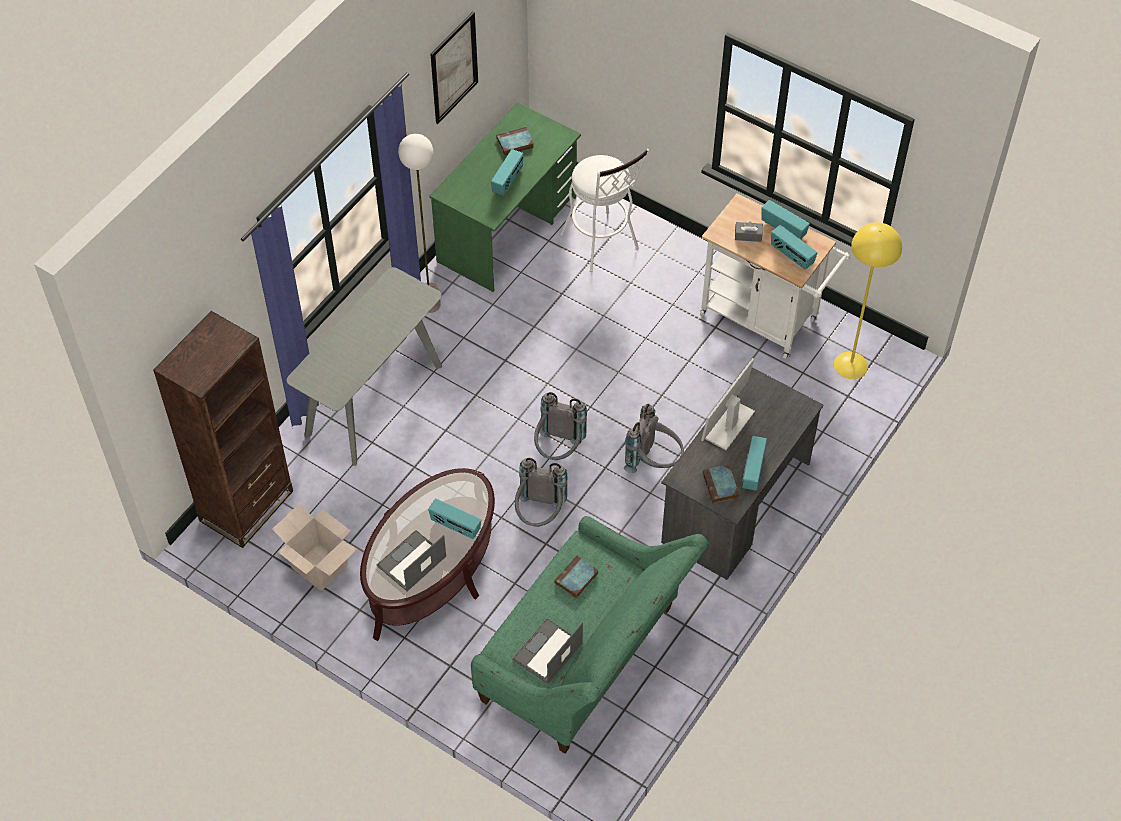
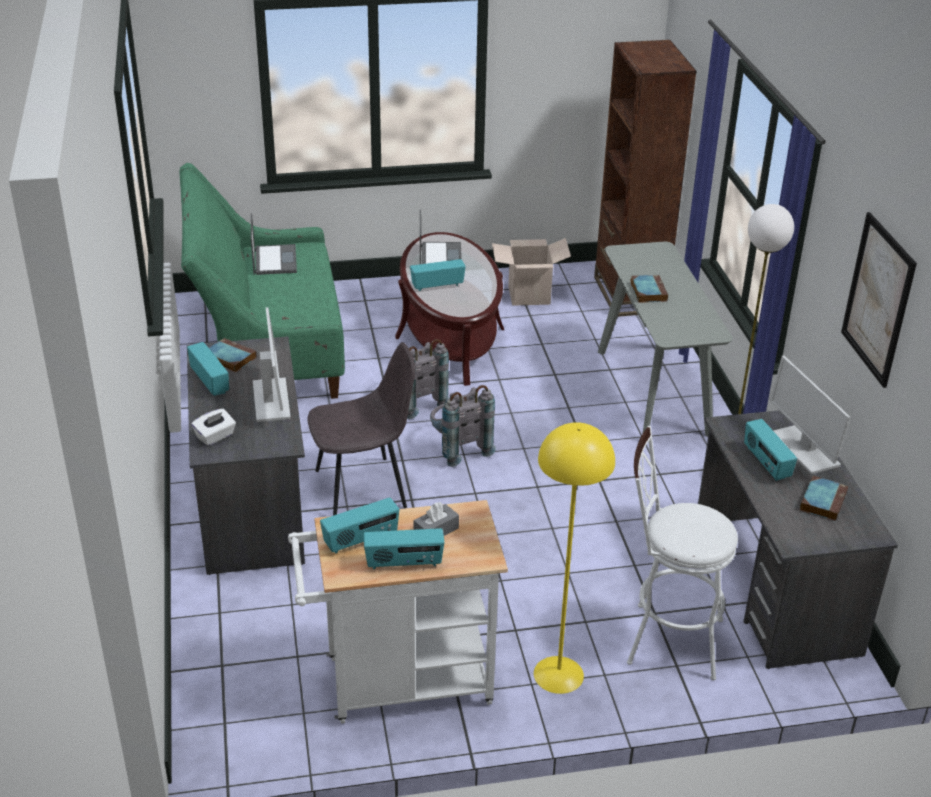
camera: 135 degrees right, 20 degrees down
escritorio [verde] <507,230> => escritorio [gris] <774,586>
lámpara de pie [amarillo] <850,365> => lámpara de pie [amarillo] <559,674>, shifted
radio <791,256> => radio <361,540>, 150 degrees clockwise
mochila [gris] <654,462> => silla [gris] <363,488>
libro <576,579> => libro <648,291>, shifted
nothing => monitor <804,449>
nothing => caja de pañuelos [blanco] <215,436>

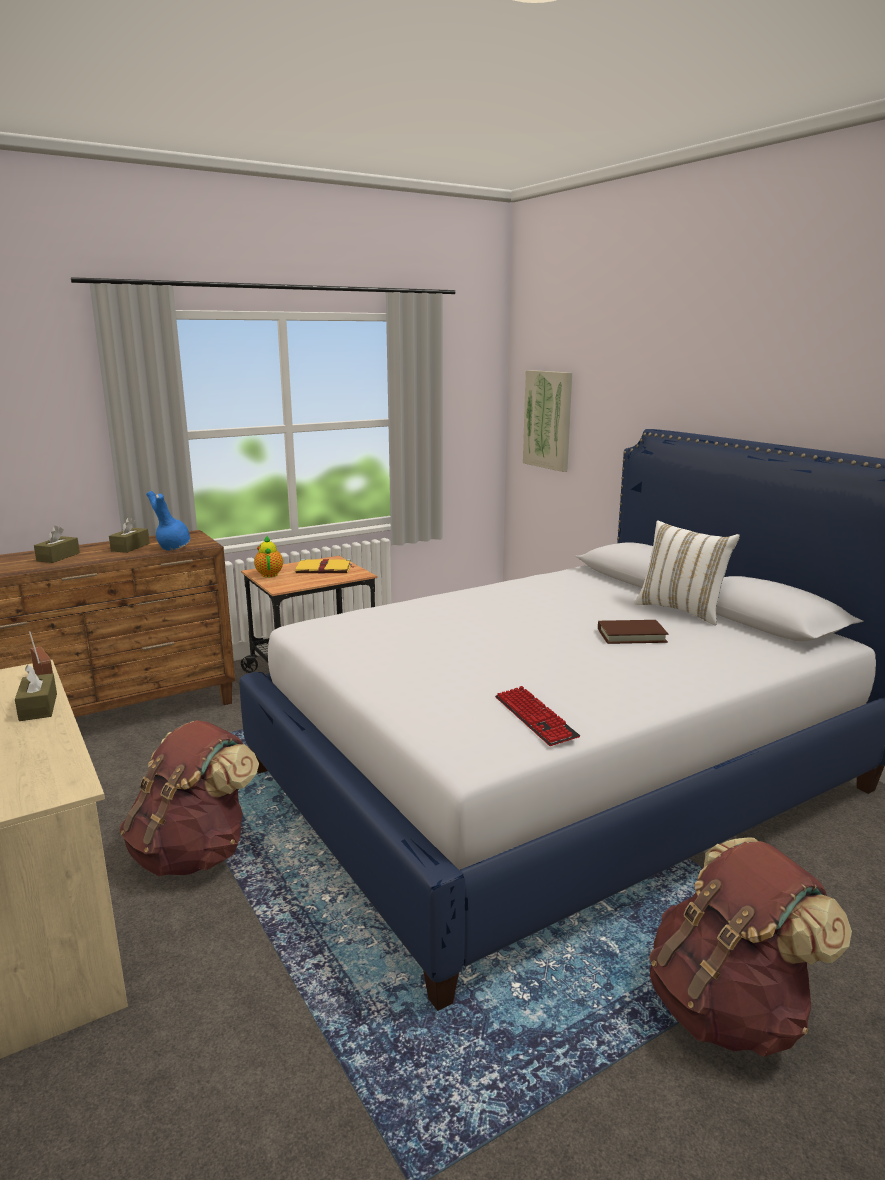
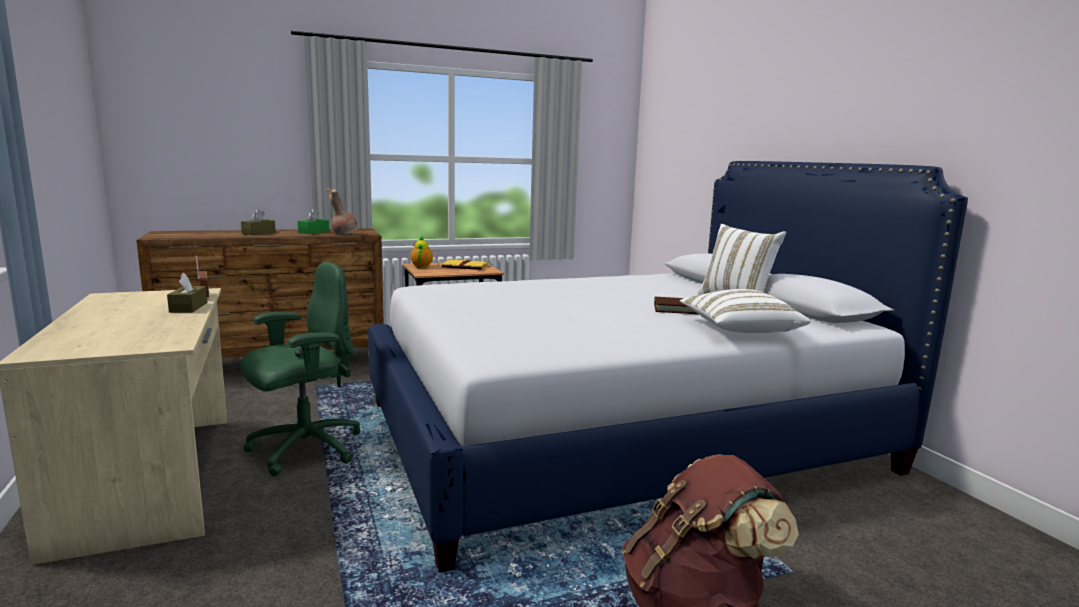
camera: 10 degrees right, 5 degrees down
cuadro <548,420> => nothing
florero [azul] <172,548> => florero [marrón] <343,234>
caja de pañuelos [marrón] <130,547> => caja de pañuelos [verde] <314,232>
teclado <535,717> => nothing
mochila [marrón] <194,853> => silla de oficina [verde] <304,449>
nothing => cojín [blanco] <739,330>

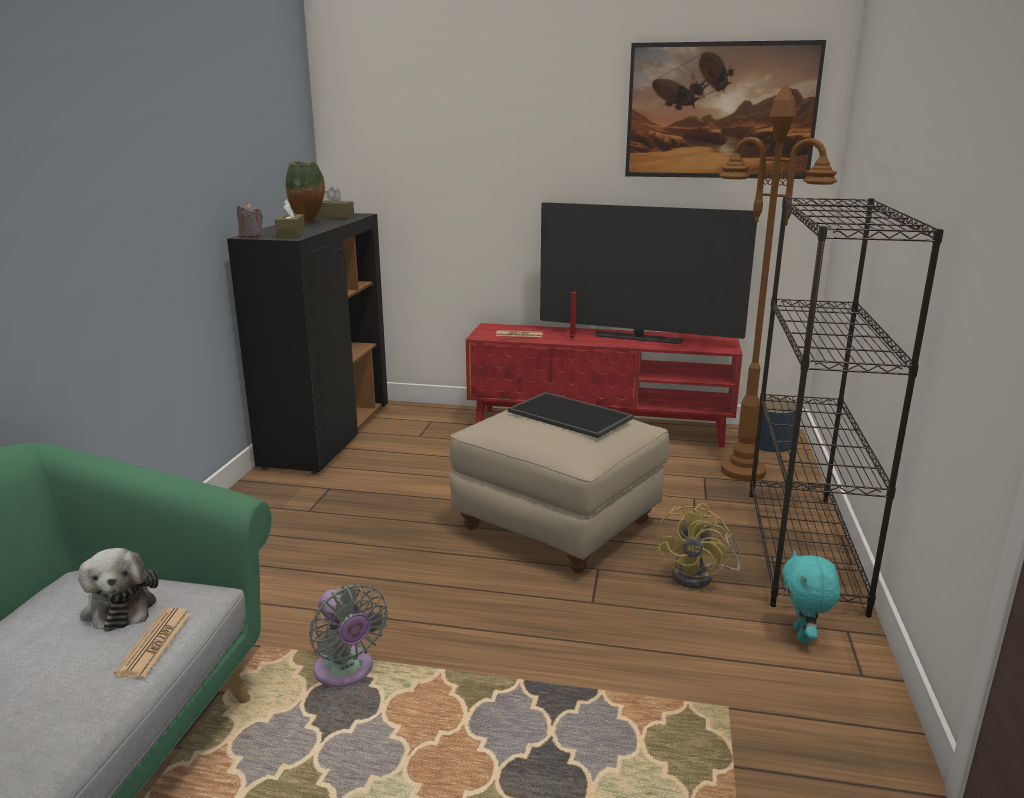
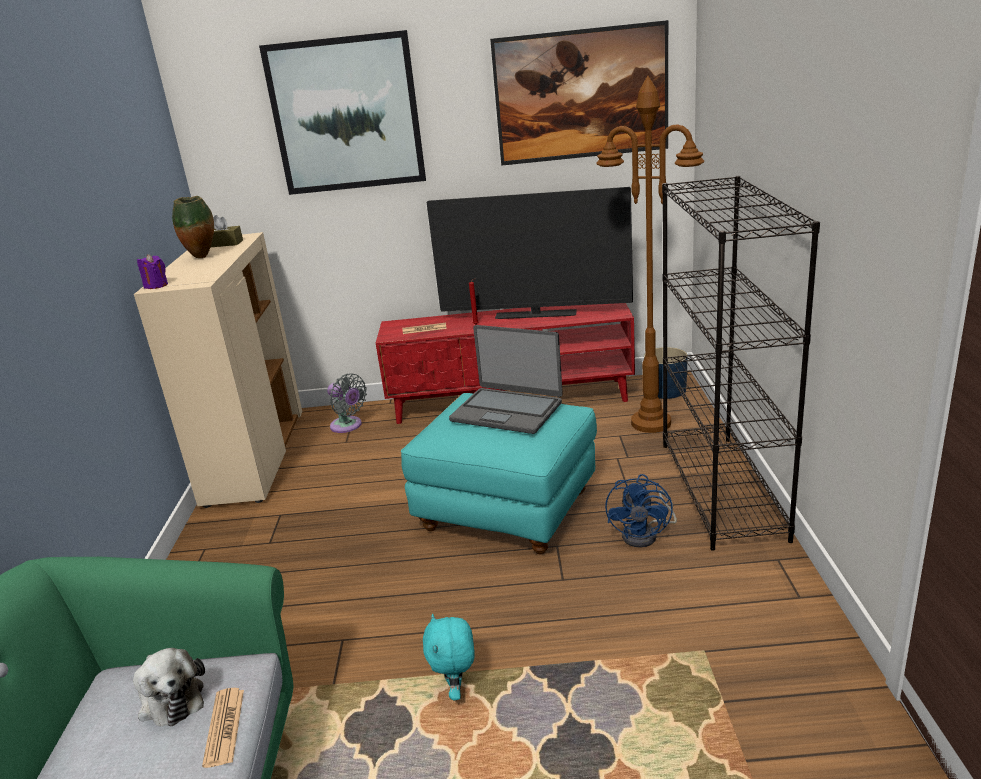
camera: 10 degrees left, 5 degrees up
caja de pañuelos [marrón] <291,234> => nothing
vela [gris] <251,235> => vela [morado] <156,286>
armario [negro] <327,435> => armario [beis] <255,457>
bandeja <571,415> => portátil <507,411>
puf [beis] <558,526> => puf [turquesa] <508,511>
ventilador [amarillo] <700,576> => ventilador [azul] <646,534>
peluche [turquesa] <803,635> => peluche [turquesa] <456,691>, shifted
ventilador [gris] <346,672> => ventilador [gris] <348,426>, shifted
nothing => cuadro <346,114>

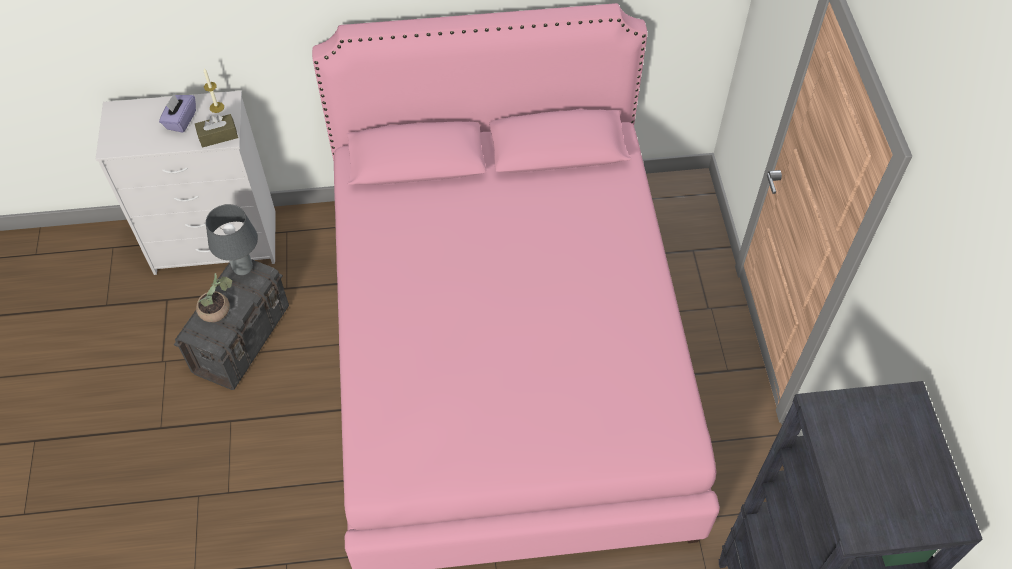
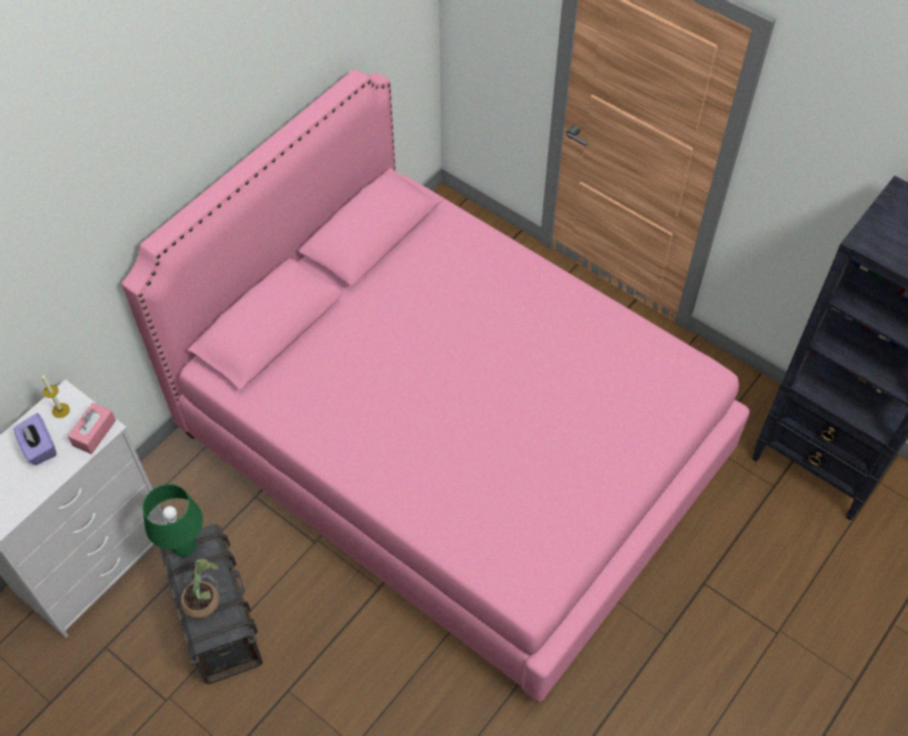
camera: 45 degrees left, 0 degrees up
caja de pañuelos [marrón] <218,136> => caja de pañuelos [rosa] <94,433>
lámpara de mesa [gris] <243,268> => lámpara de mesa [verde] <184,547>

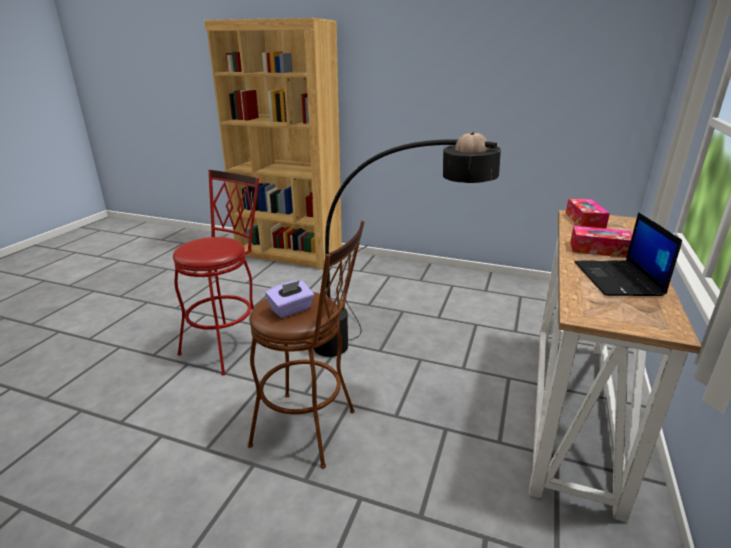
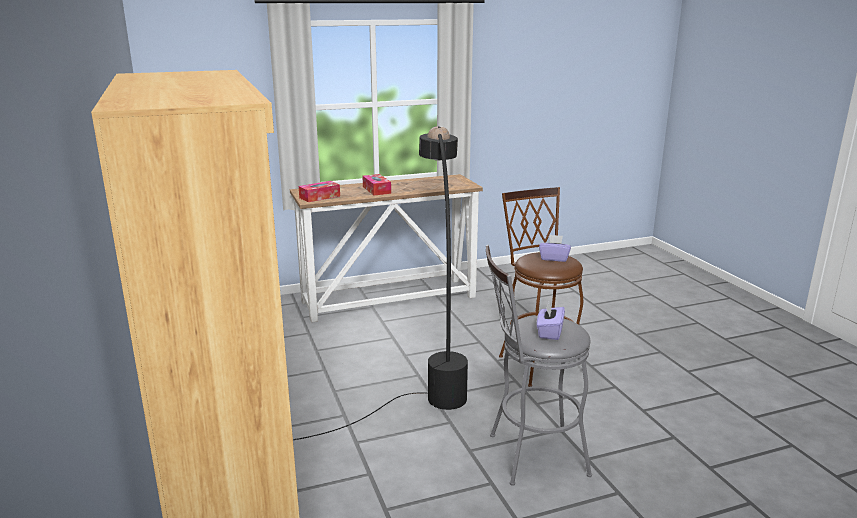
camera: 130 degrees left, 5 degrees down
taburete [rojo] <230,344> => taburete [gris] <529,455>
portátil <618,279> => nothing
nothing => caja de pañuelos [morado] <549,332>

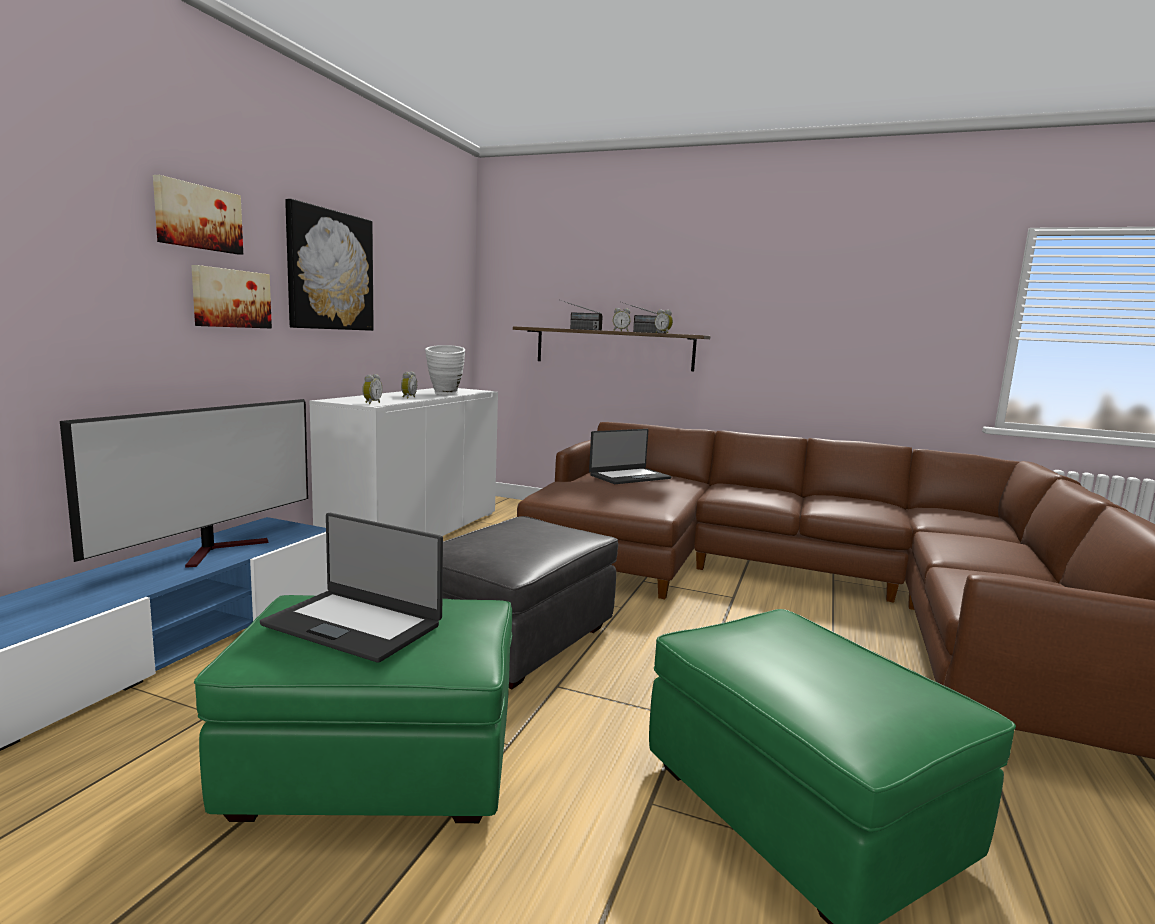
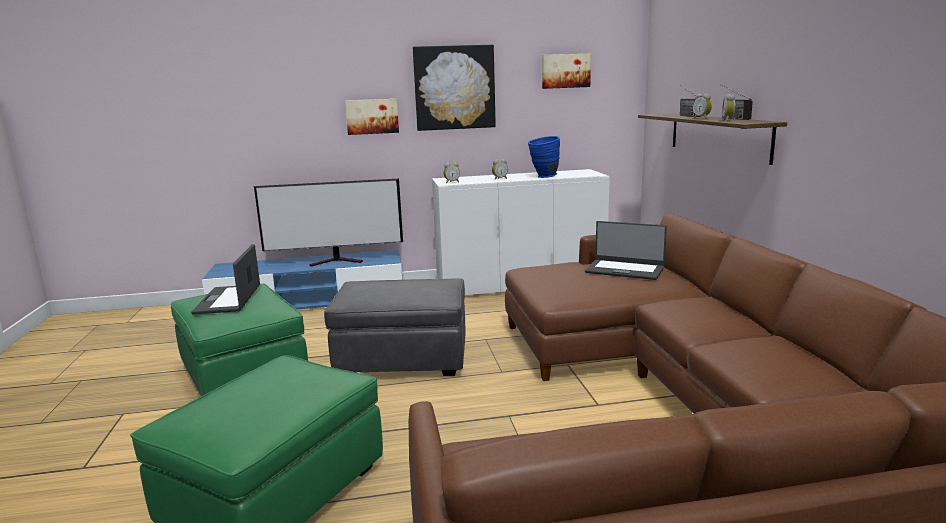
camera: 60 degrees right, 5 degrees up
cuadro <198,217> => cuadro <565,71>, shifted
florero [blanco] <445,394> => florero [azul] <544,177>

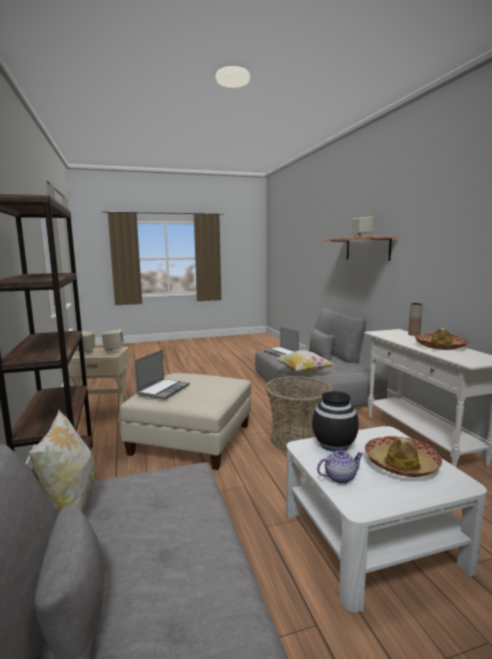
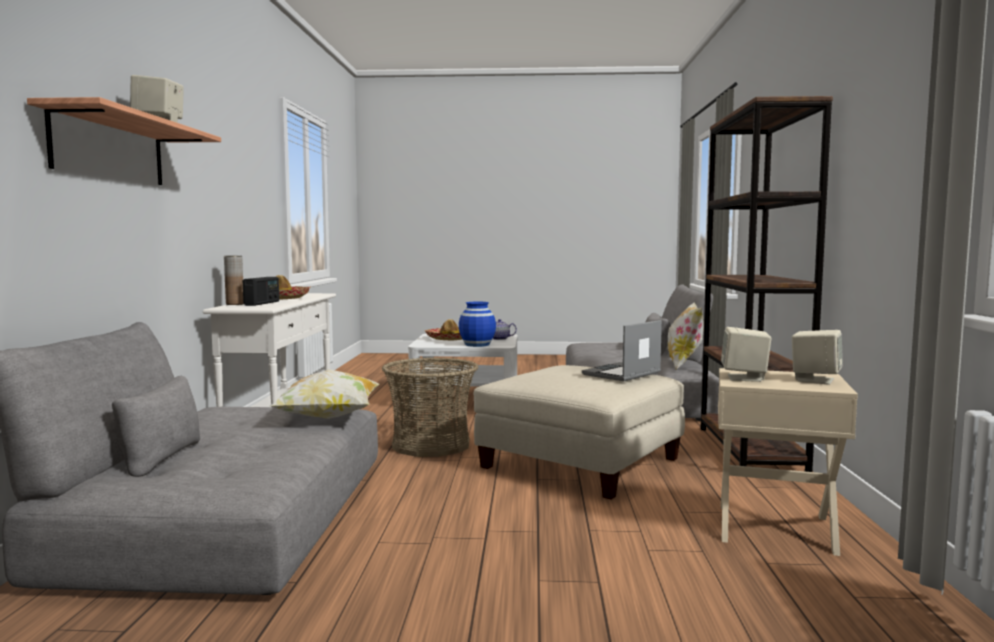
camera: 160 degrees left, 5 degrees down
portátil <282,353> => nothing
florero [negro] <334,444> => florero [azul] <477,345>
nothing => radio <262,303>

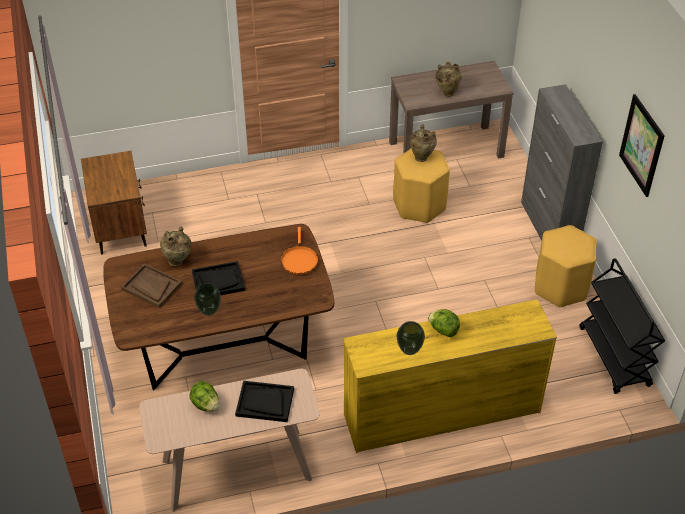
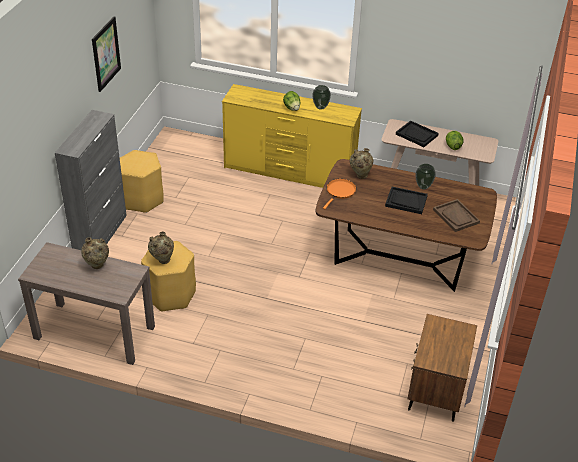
camera: 150 degrees left, 5 degrees down
florero [beis] <178,261> => florero [beis] <360,175>, shifted
carrito [negro] <615,357> => nothing

